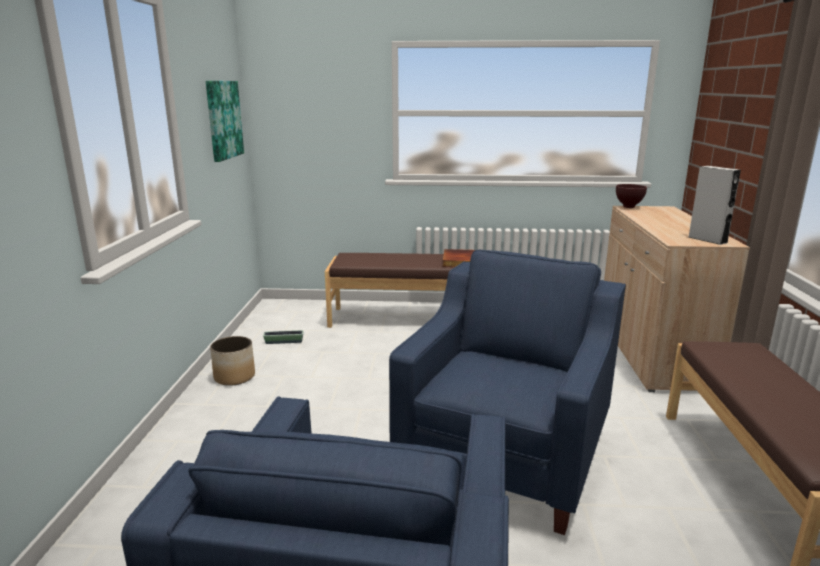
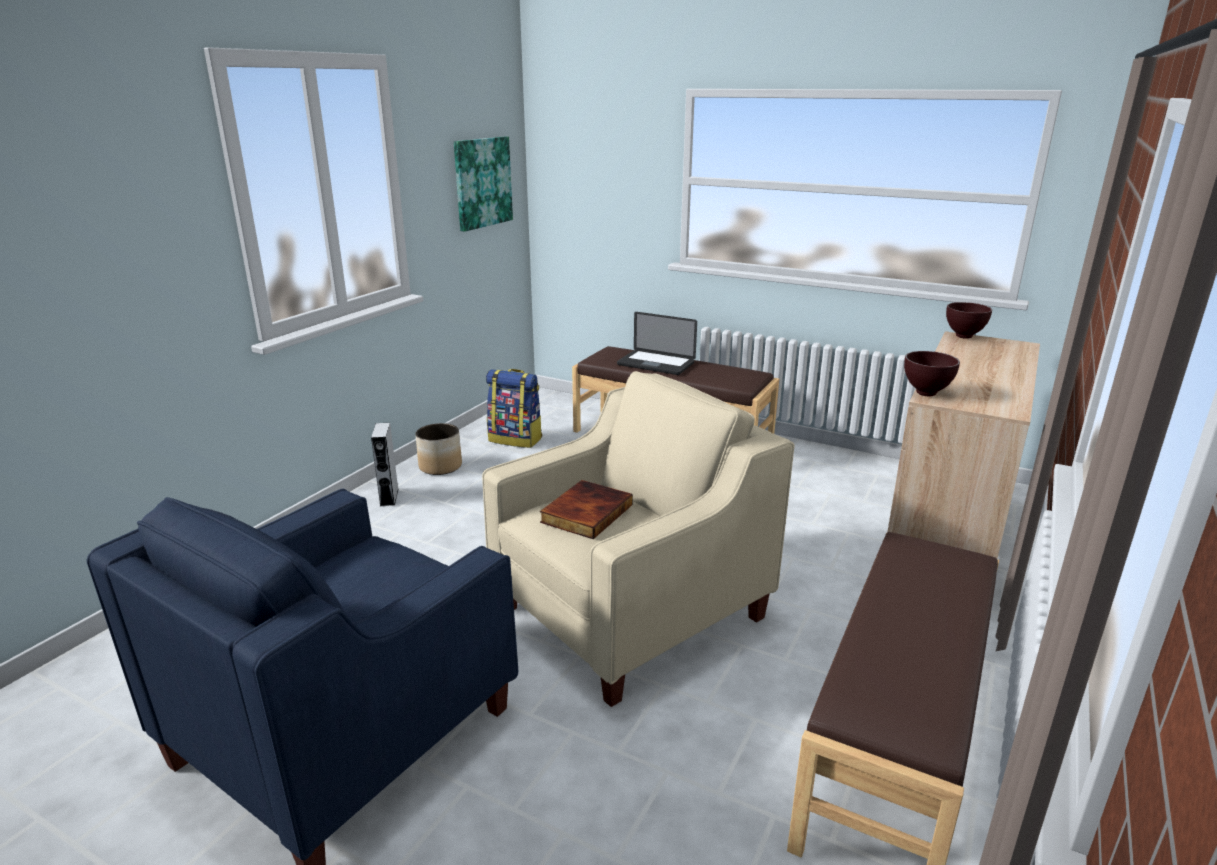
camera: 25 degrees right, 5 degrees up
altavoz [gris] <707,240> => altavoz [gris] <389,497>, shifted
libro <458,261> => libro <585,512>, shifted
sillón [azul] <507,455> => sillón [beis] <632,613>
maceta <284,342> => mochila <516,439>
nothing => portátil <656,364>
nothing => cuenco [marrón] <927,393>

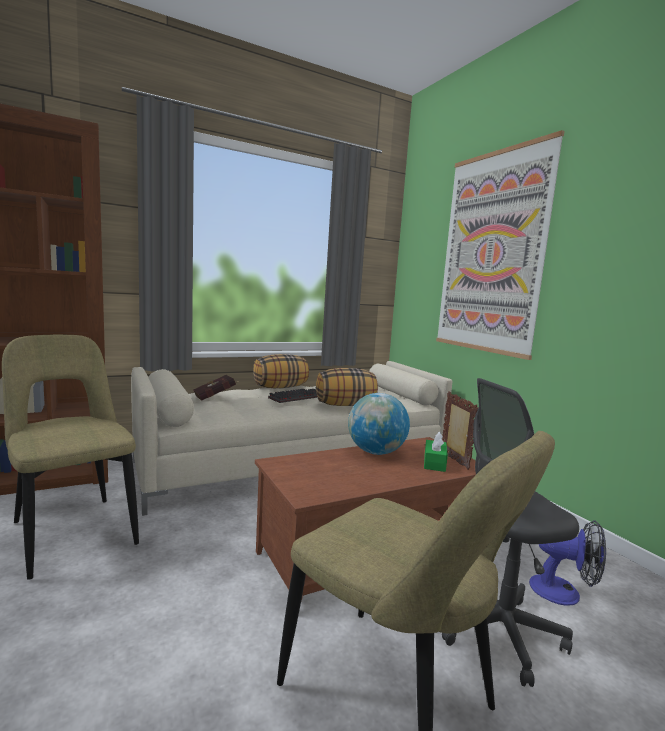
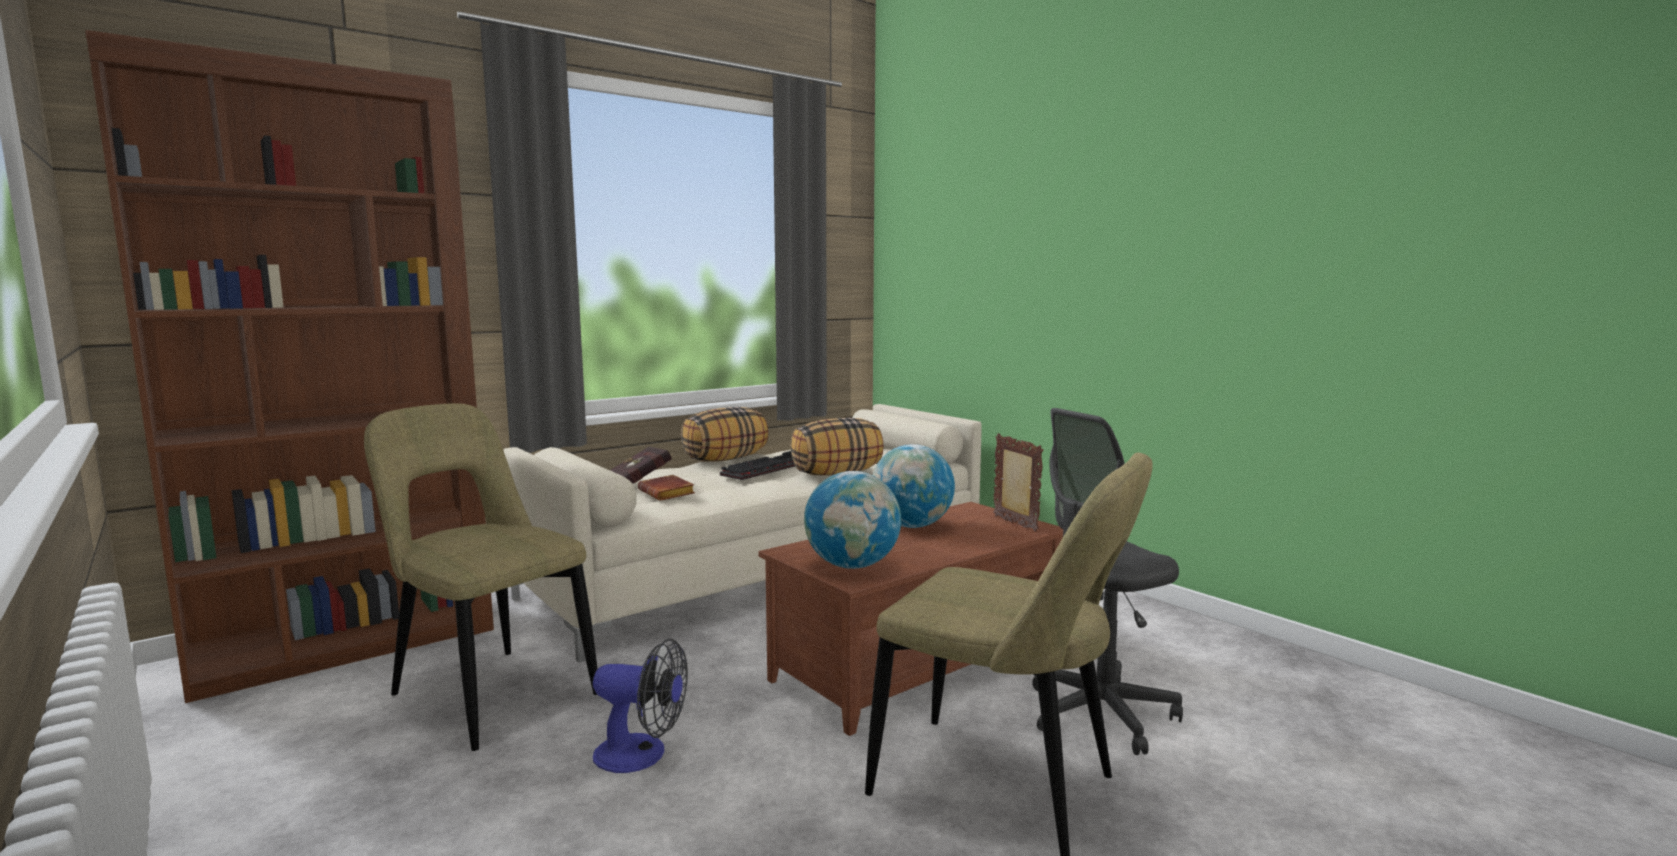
camera: 10 degrees left, 0 degrees up
cuadro <491,253> => nothing
caja de pañuelos [verde] <434,463> => nothing
ventilador <564,592> => ventilador <642,755>, shifted
nothing => globo terráqueo <852,565>
nothing => libro [marrón] <668,493>

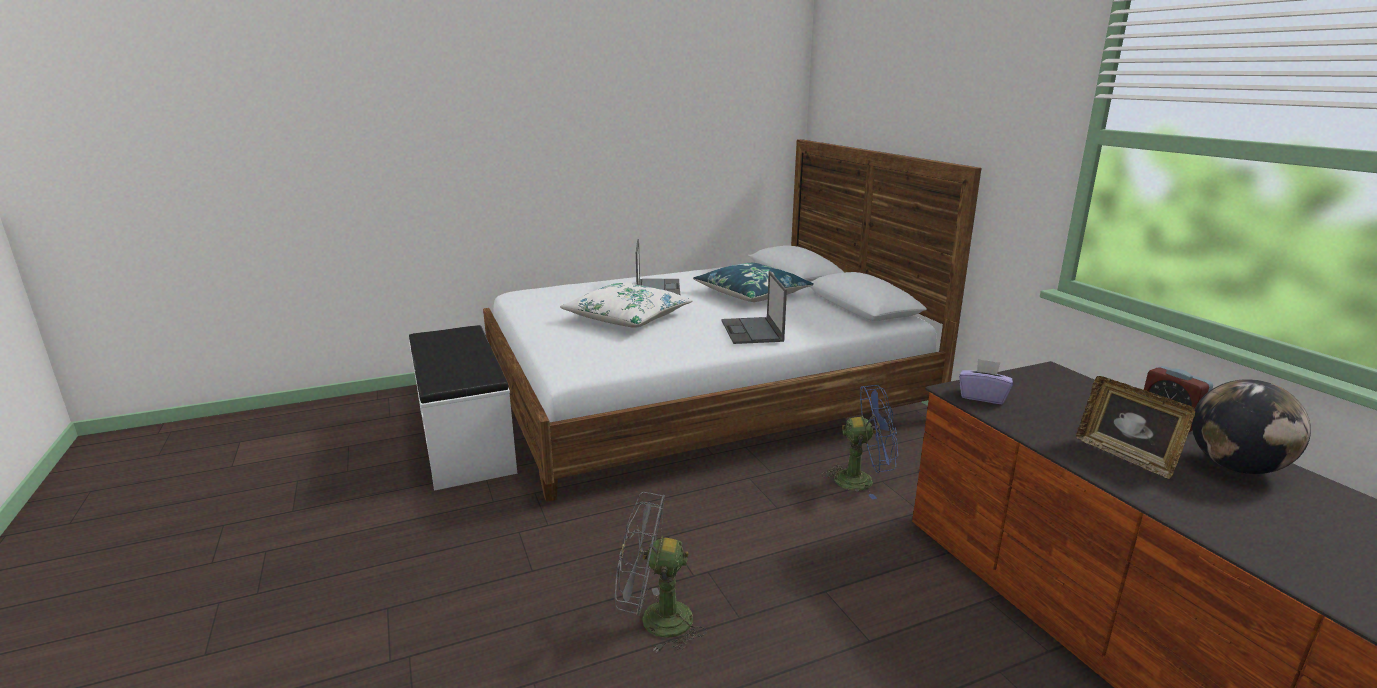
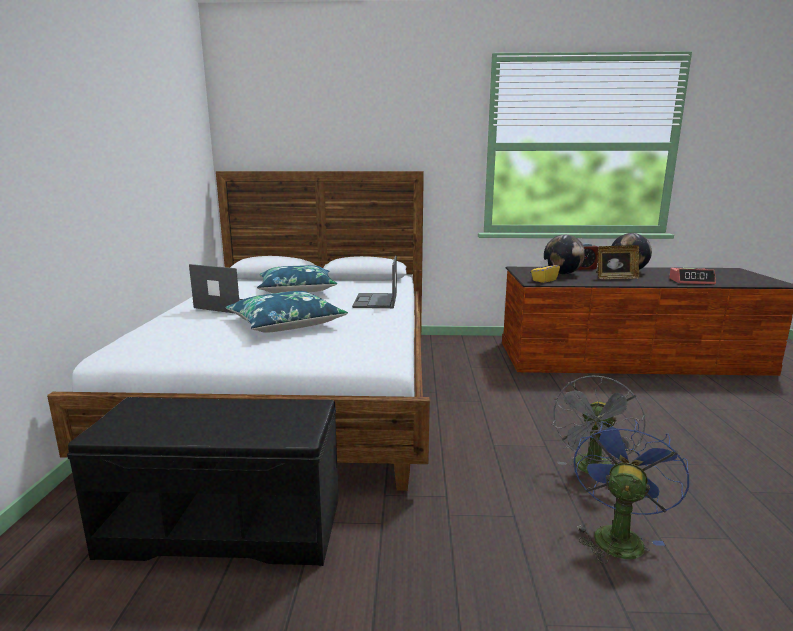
camera: 65 degrees left, 5 degrees down
portátil <752,331> => portátil <375,301>, 75 degrees clockwise
cojín [blanco] <627,318> => cojín [azul] <286,324>
banco [blanco] <466,440> => banco [negro] <225,526>
caja de pañuelos [morado] <982,397> => caja de pañuelos [amarillo] <544,280>
ventilador [azul] <862,480> => ventilador [azul] <617,535>, shifted
nothing => globo terráqueo <562,274>
nothing => despertador <691,281>

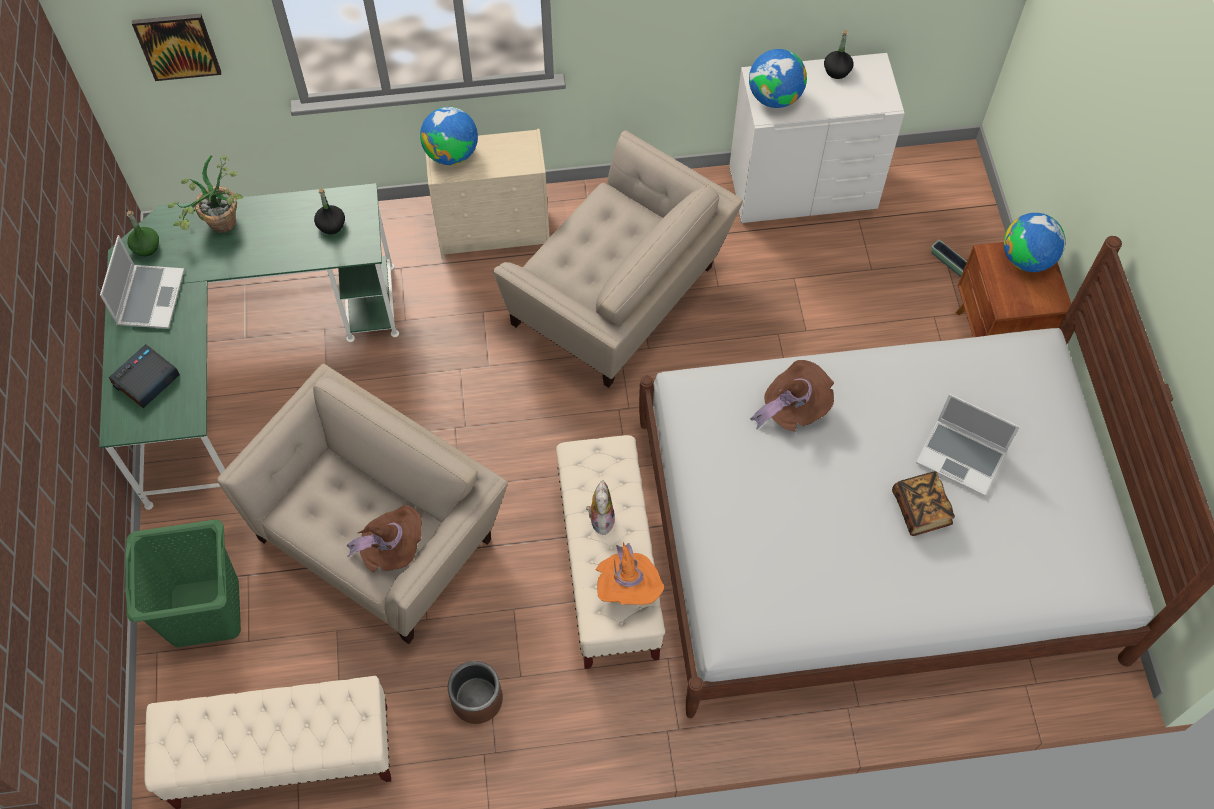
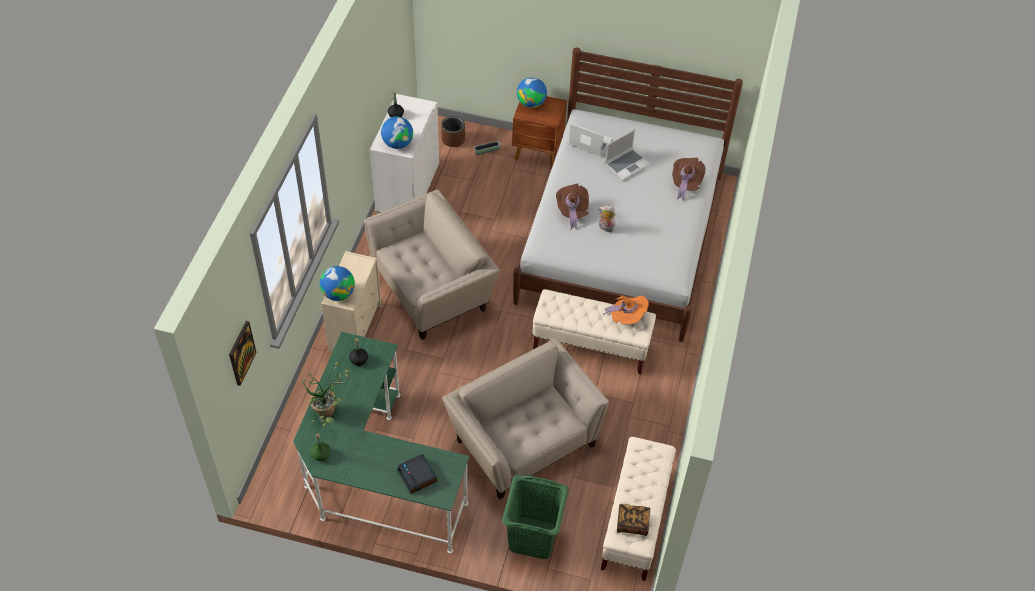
camera: 70 degrees left, 10 degrees down
portátil <150,297> => portátil <589,142>, shifted
libro <920,509> => libro <632,524>, shifted
peluche <600,519> => peluche <605,228>, shifted
sombrero [marrón] <392,549> => sombrero [marrón] <685,184>, shifted
maceta [marrón] <476,699> => maceta [marrón] <453,139>, shifted

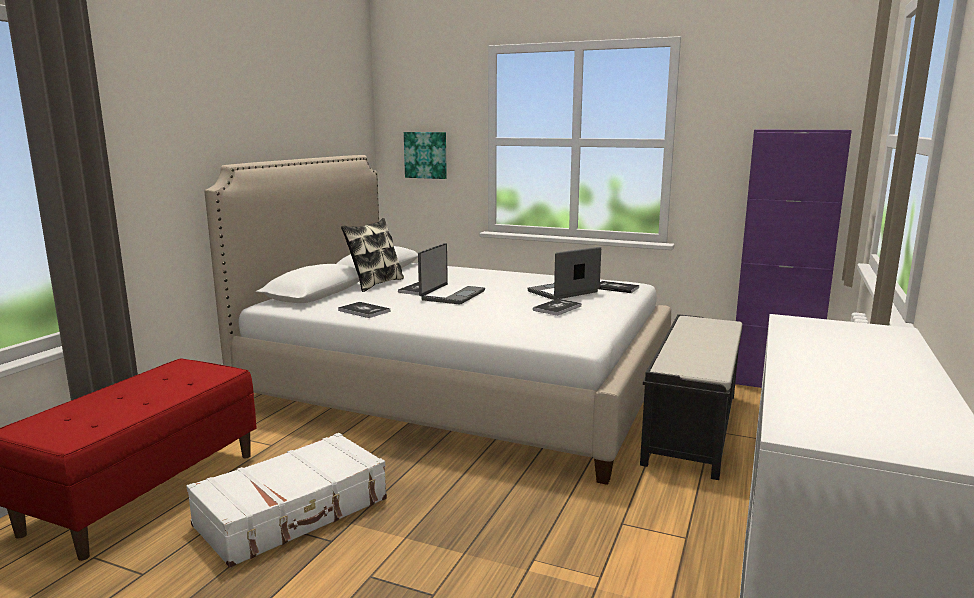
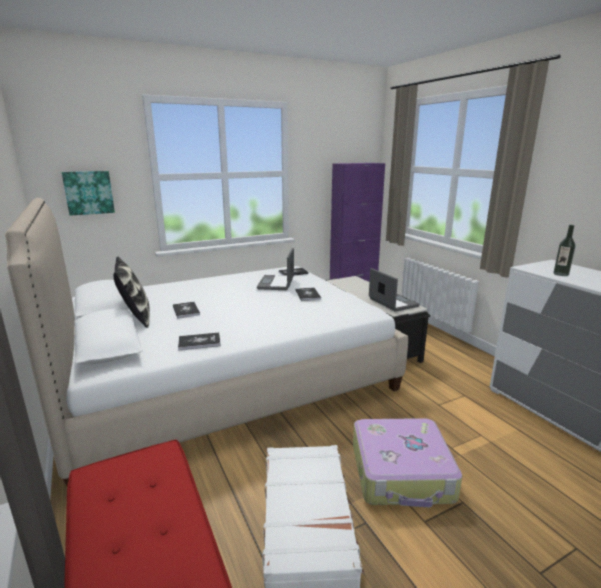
camera: 50 degrees left, 5 degrees up
portátil <451,295> => portátil <392,302>, shifted
nothing => botella <561,274>
nothing => maleta <402,473>

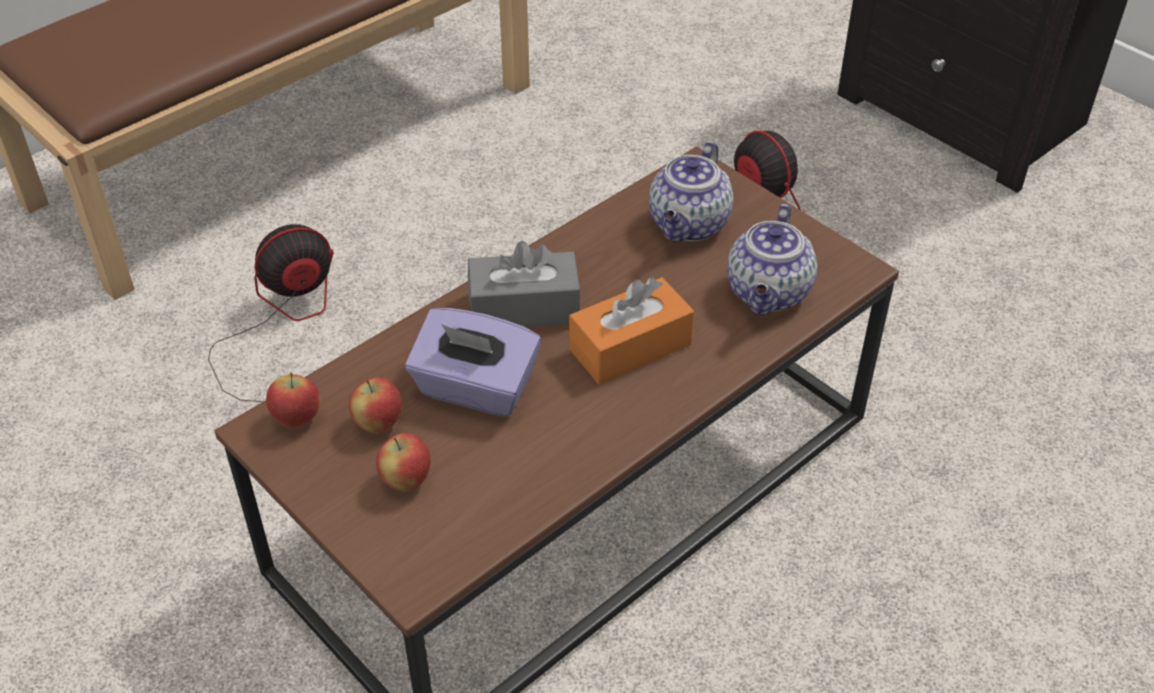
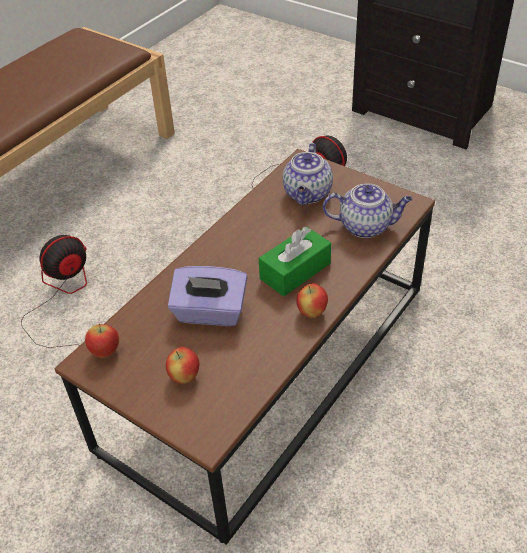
camera: 10 degrees left, 0 degrees up
tetera <769,294> => tetera <366,226>, 90 degrees counterclockwise
caja de pañuelos [gris] <524,307> => nothing
caja de pañuelos [naranja] <630,347> => caja de pañuelos [verde] <295,271>
manzana <378,425> => manzana <311,312>, shifted

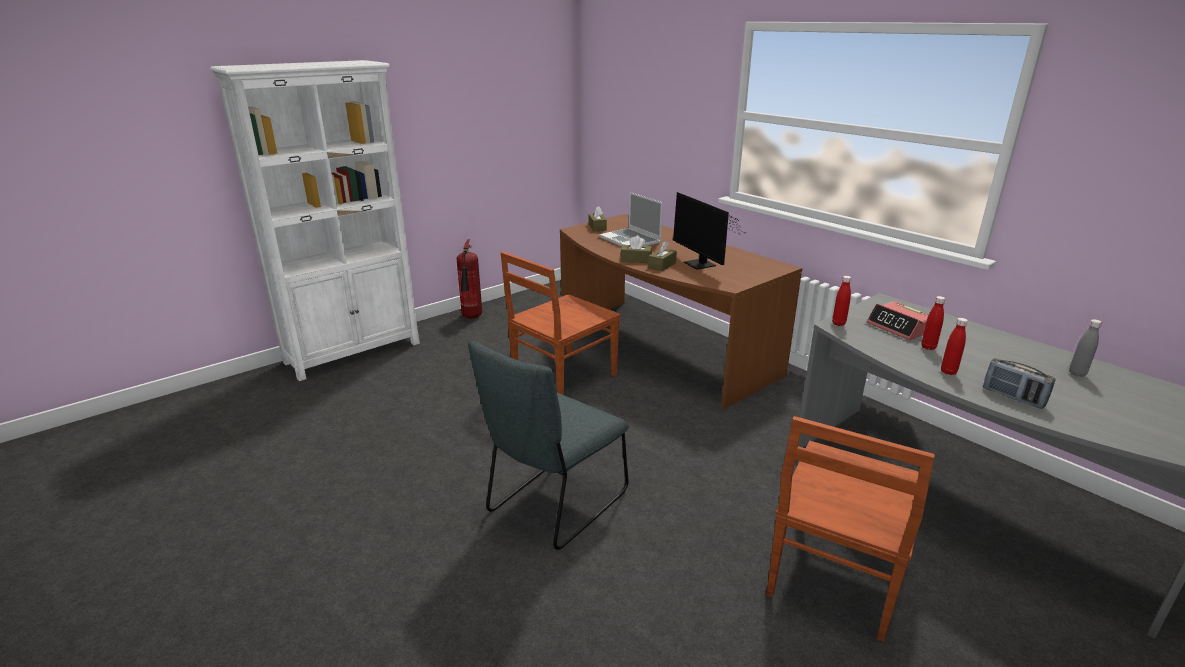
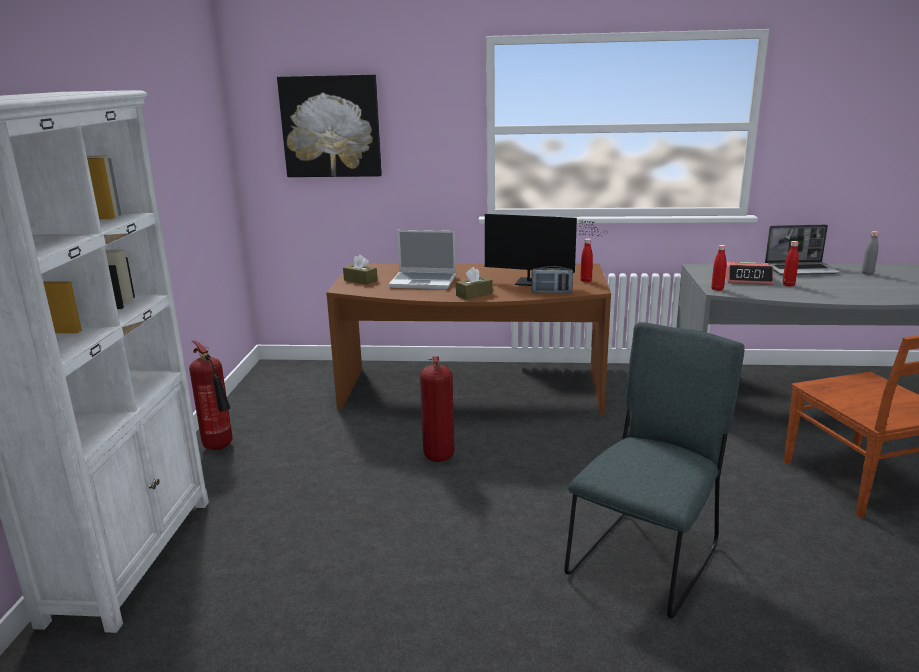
camera: 45 degrees left, 5 degrees down
caja de pañuelos [marrón] <662,265> => nothing
silla [marrón] <562,377> => extintor <438,455>
botella [rojo] <948,372> => botella [rojo] <586,281>, shifted
silla [gris] <554,505> => silla [gris] <647,558>, 135 degrees counterclockwise
radio <1013,397> => radio <551,292>, shifted
nothing => cuadro <331,126>
nothing => portátil <801,270>

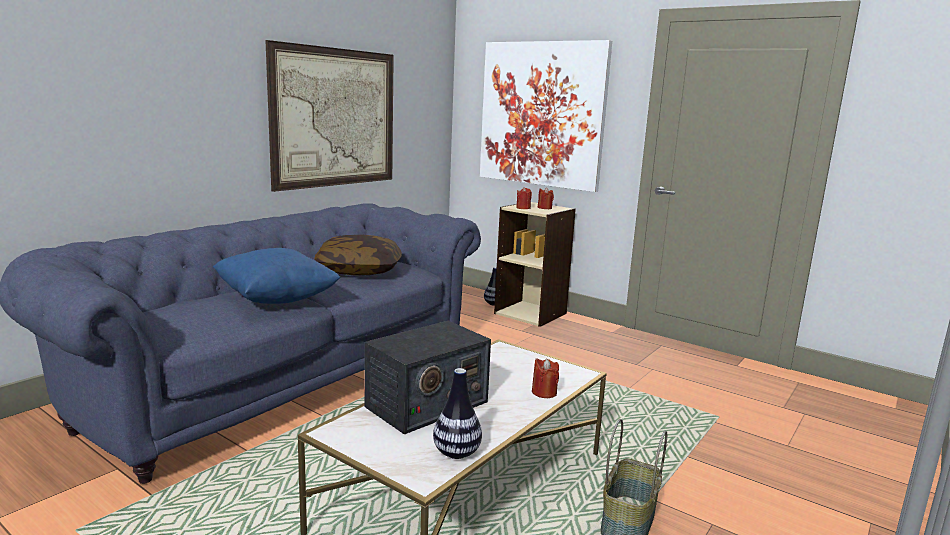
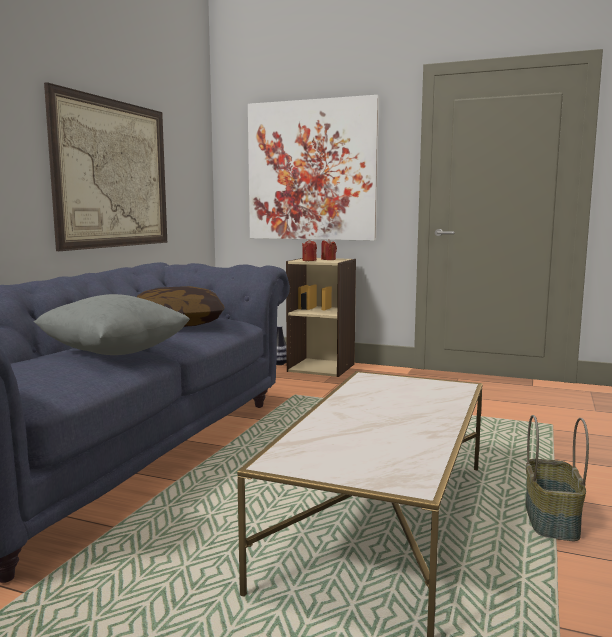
camera: 15 degrees left, 5 degrees down
cojín [azul] <276,299> => cojín [gris] <114,353>
radio <426,404> => nothing
vela [rojo] <544,392> => nothing
florero <457,453> => nothing

